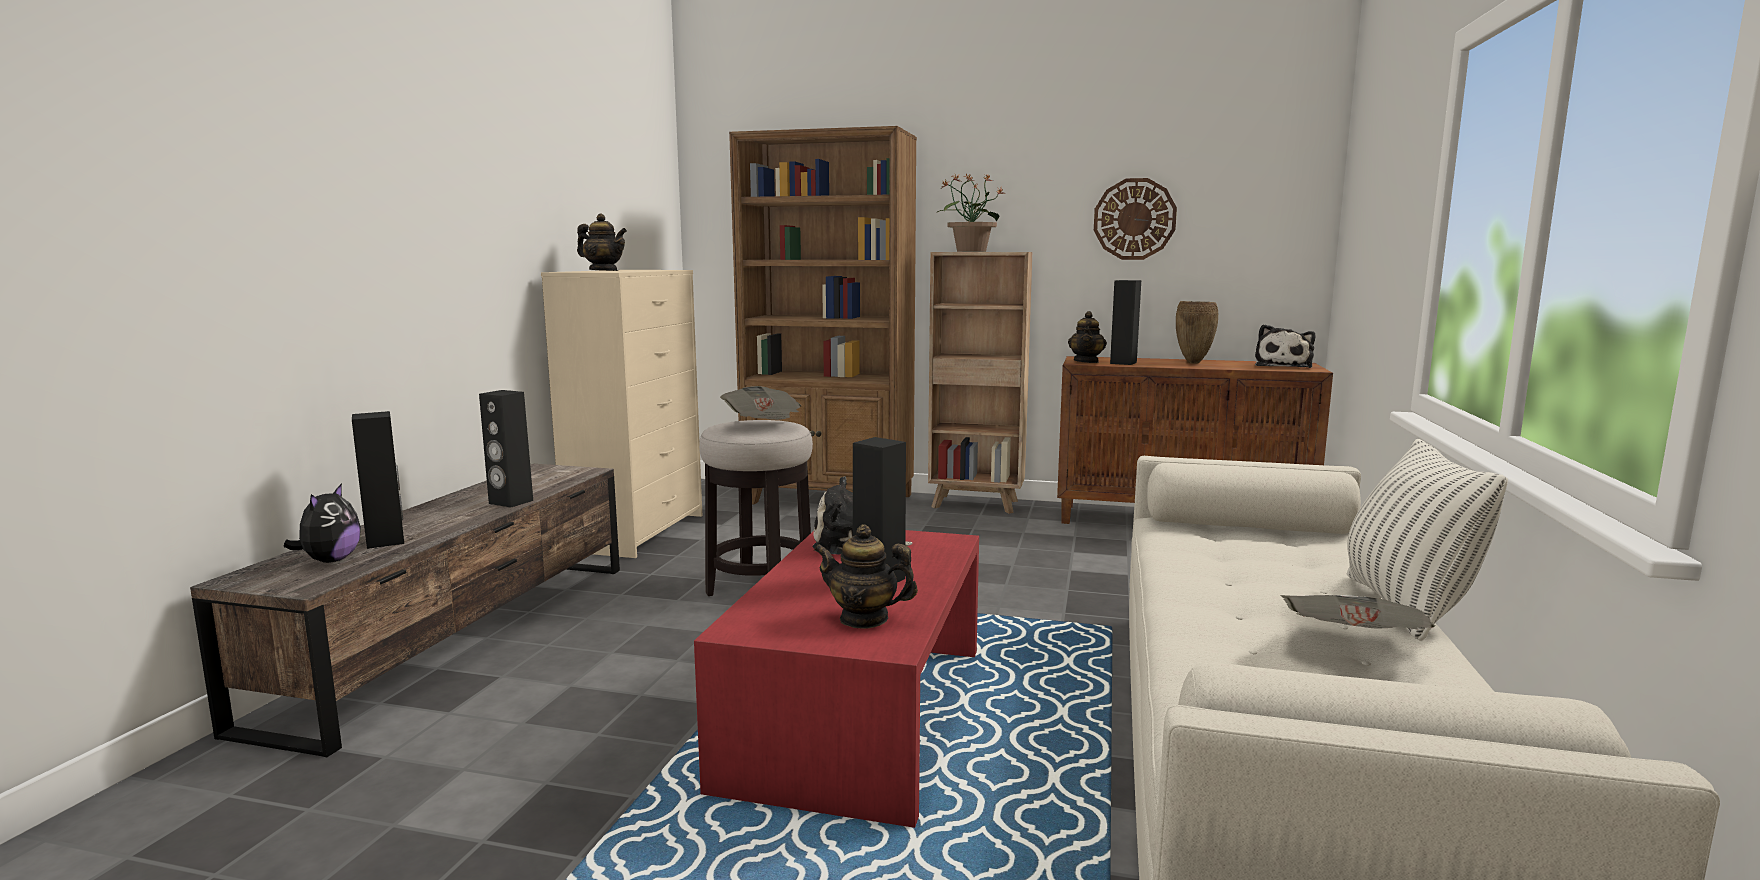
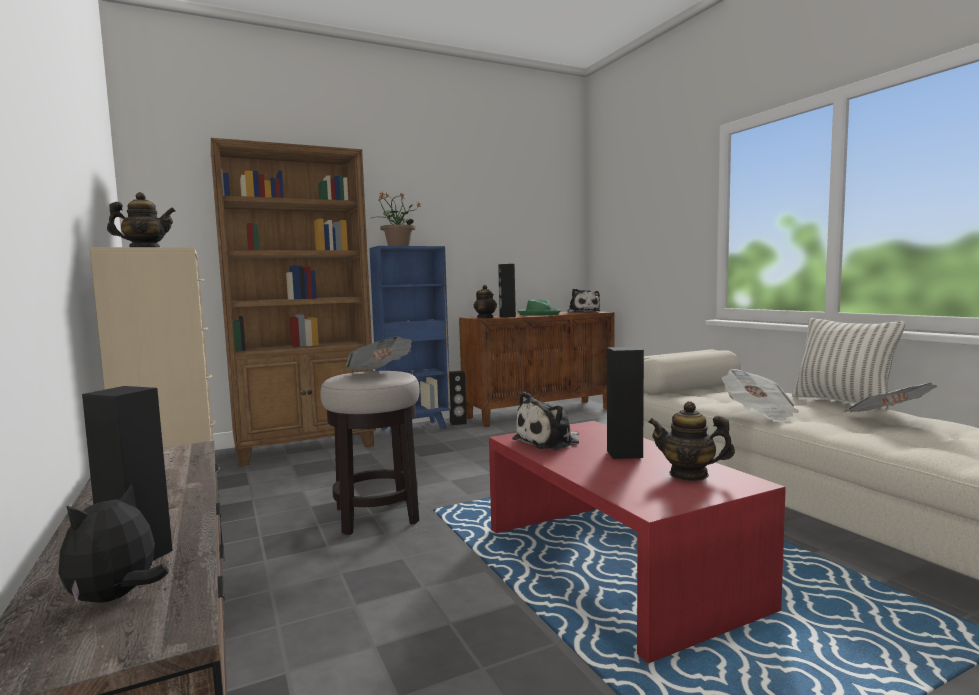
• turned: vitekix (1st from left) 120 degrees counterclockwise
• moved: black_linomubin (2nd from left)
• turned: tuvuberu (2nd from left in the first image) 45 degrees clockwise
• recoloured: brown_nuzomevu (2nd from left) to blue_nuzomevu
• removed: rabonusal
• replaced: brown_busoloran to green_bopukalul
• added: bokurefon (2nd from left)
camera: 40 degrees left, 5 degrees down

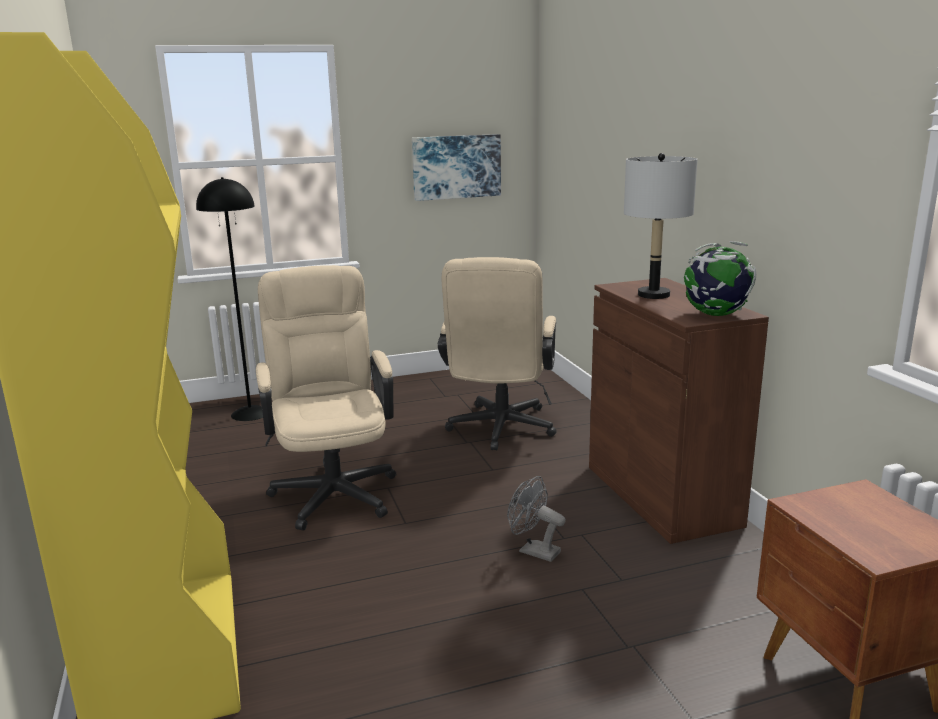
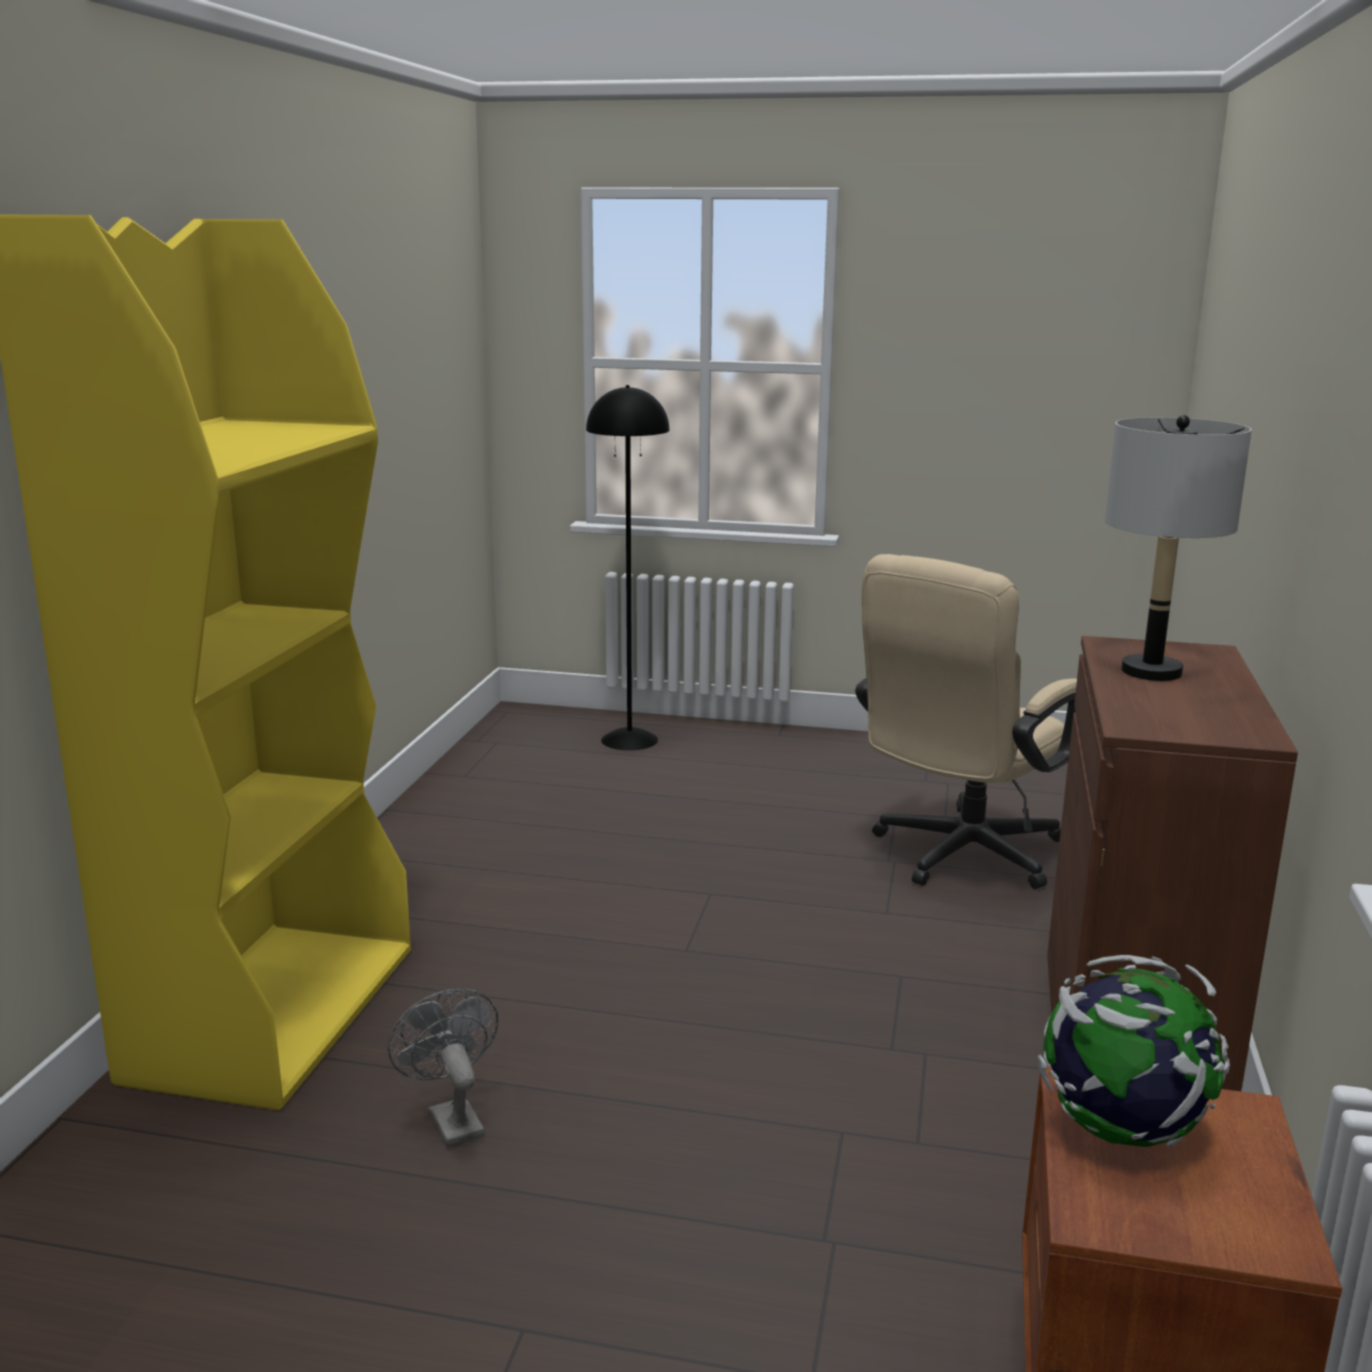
• removed: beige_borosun (1st from left)
• removed: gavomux
• moved: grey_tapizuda
• moved: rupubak
camera: 30 degrees right, 0 degrees up

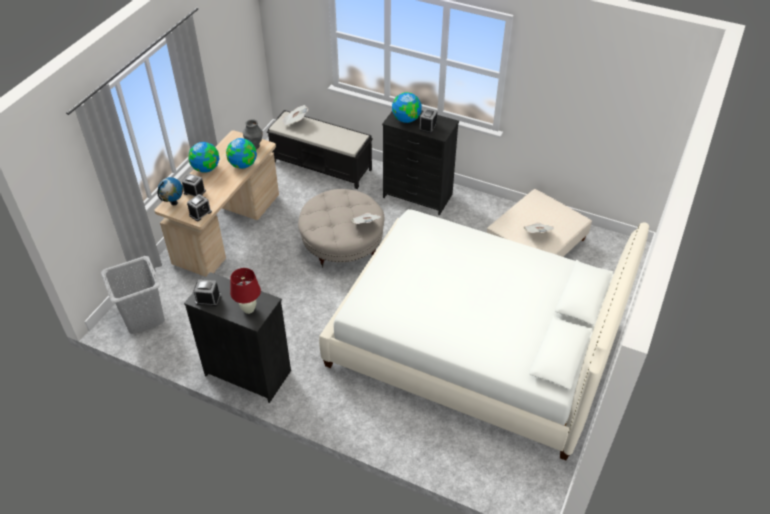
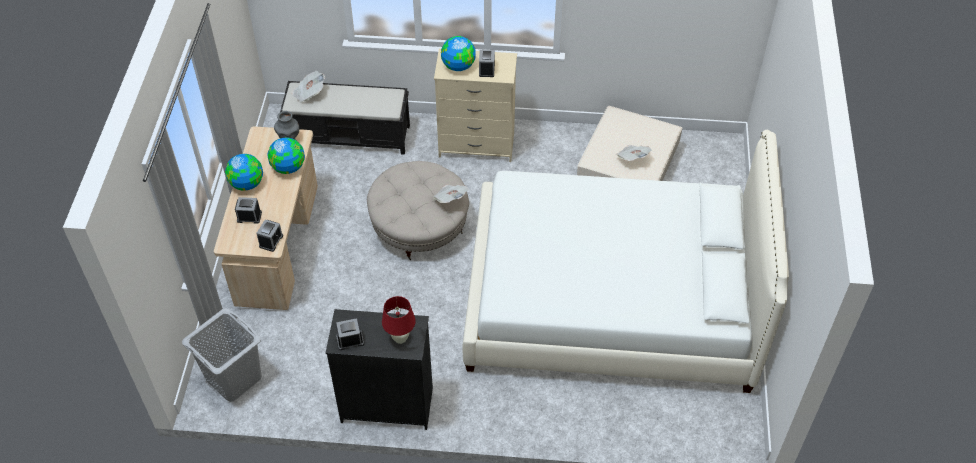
• removed: rupubak (1st from left)
• recoloured: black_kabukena (2nd from left) to beige_kabukena
camera: 20 degrees left, 5 degrees up

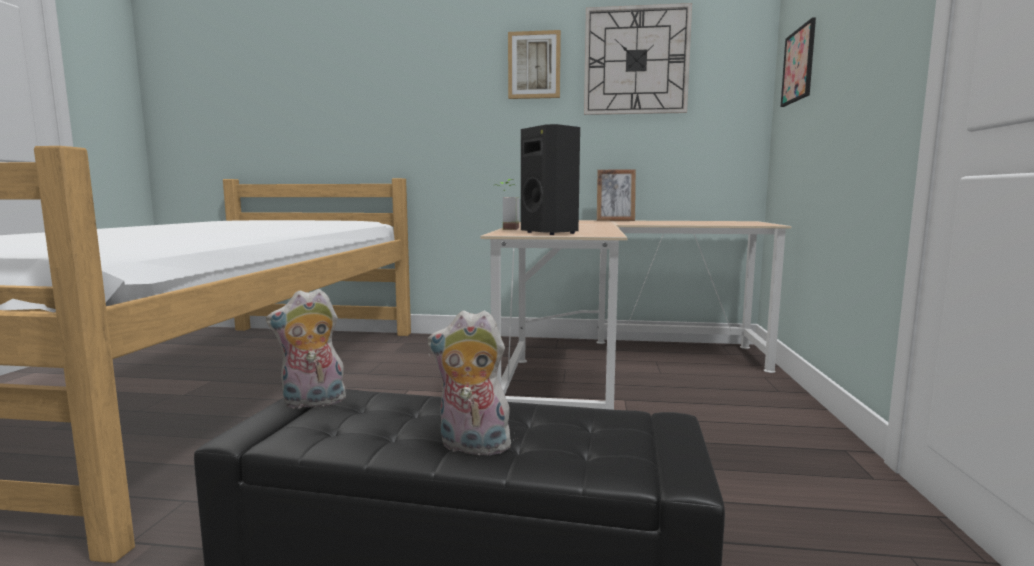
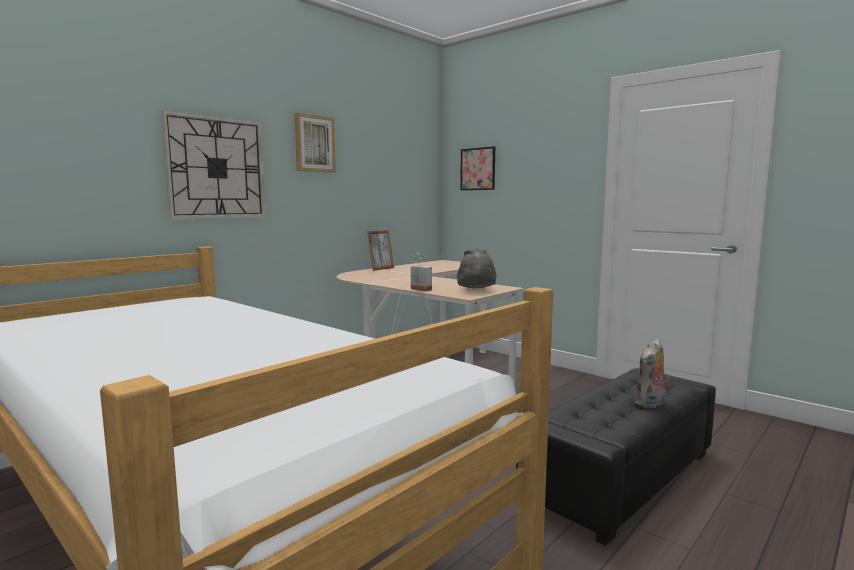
• removed: vitekix (1st from left)
• replaced: black_linomubin to grey_bopukalul
• moved: rabonusal
camera: 55 degrees left, 0 degrees up

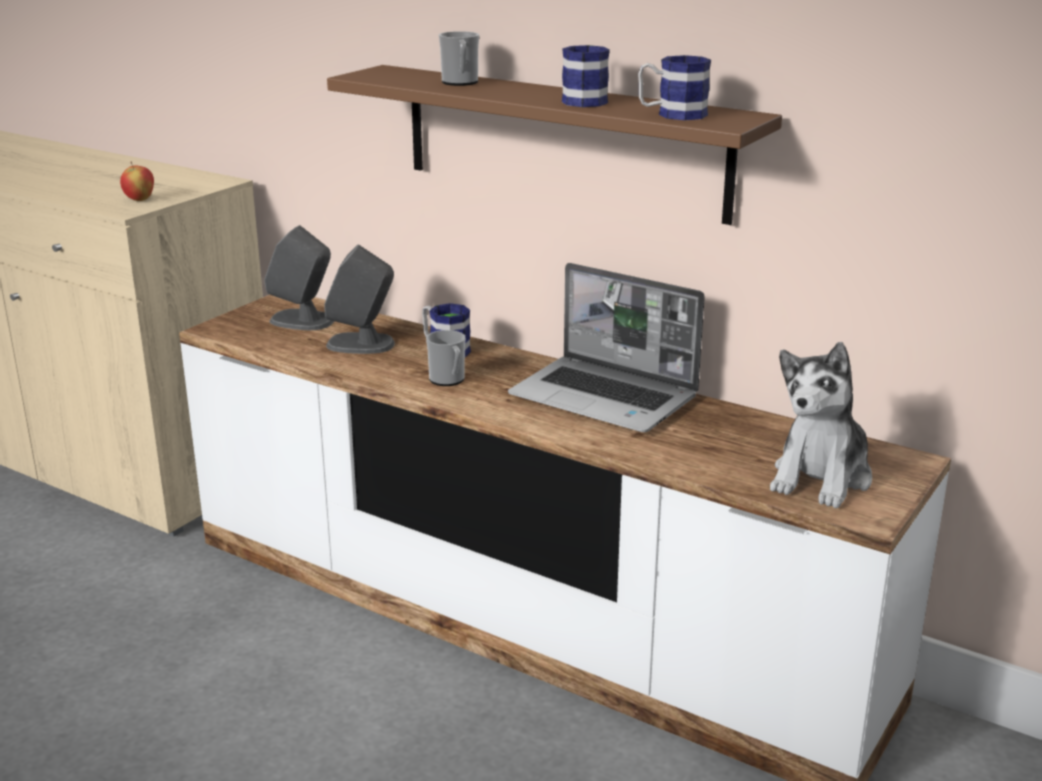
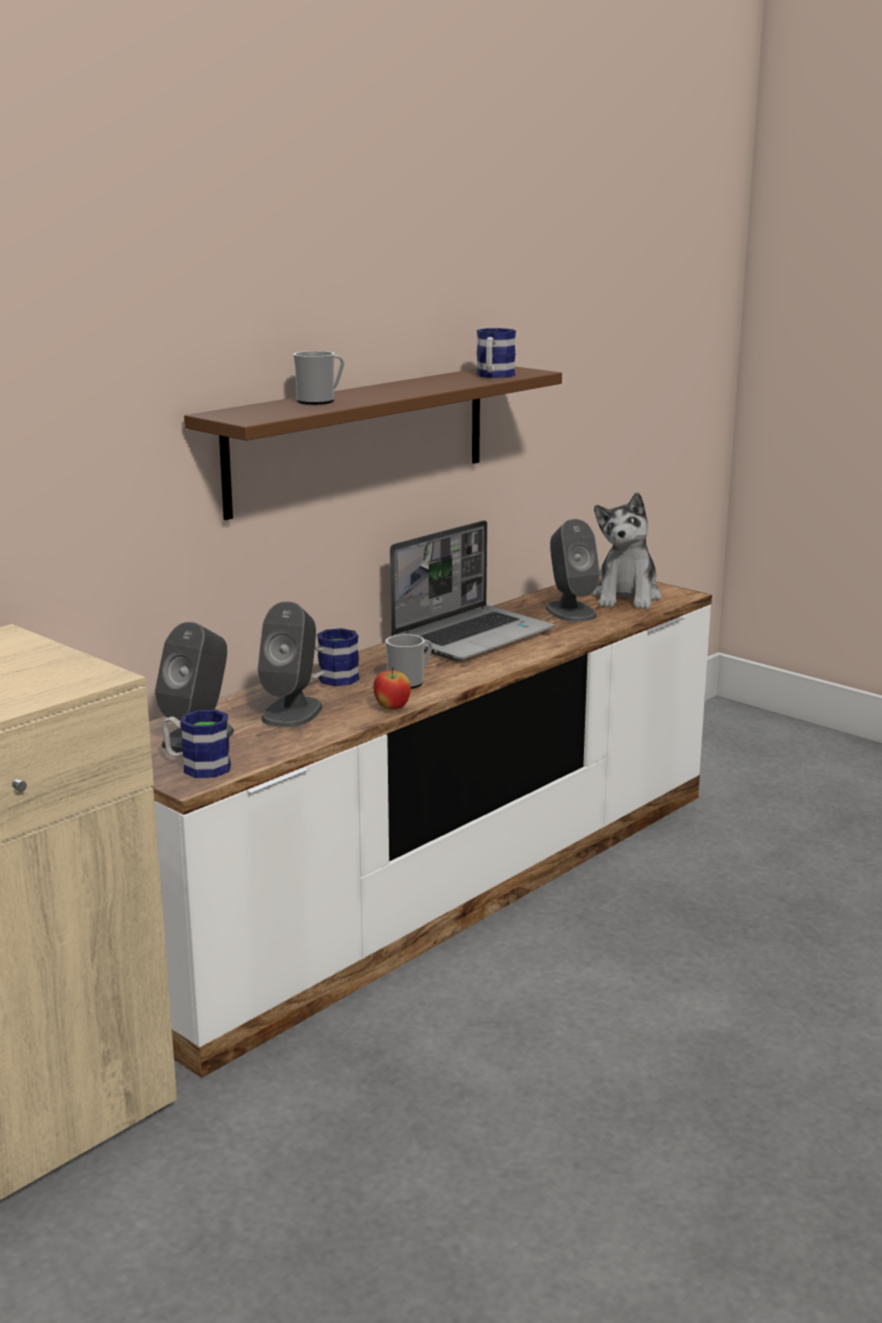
• moved: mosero
• moved: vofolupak (4th from left in the first image) to vofolupak (1st from left)
• turned: vitekix 60 degrees clockwise
• added: grey_linomubin (3rd from left)
camera: 80 degrees left, 5 degrees down

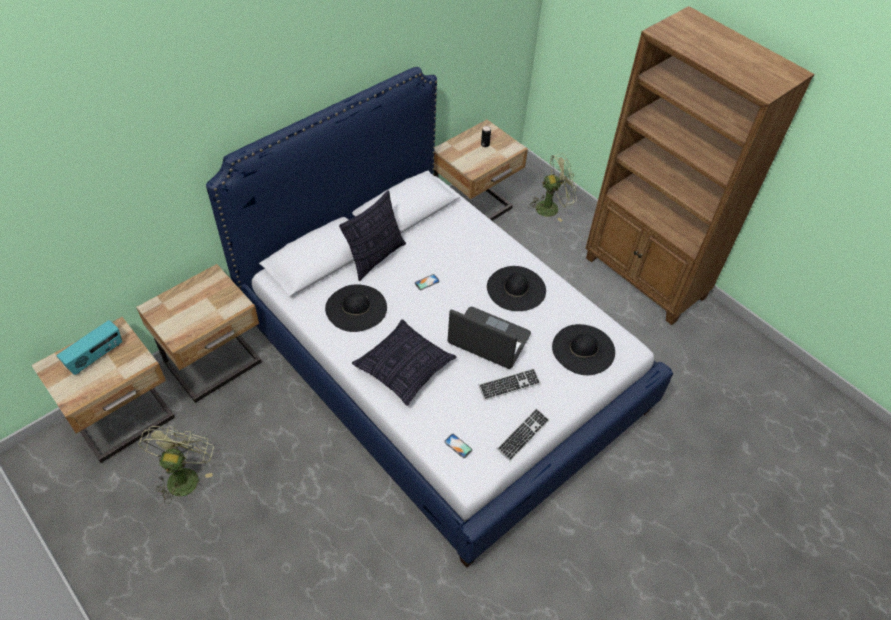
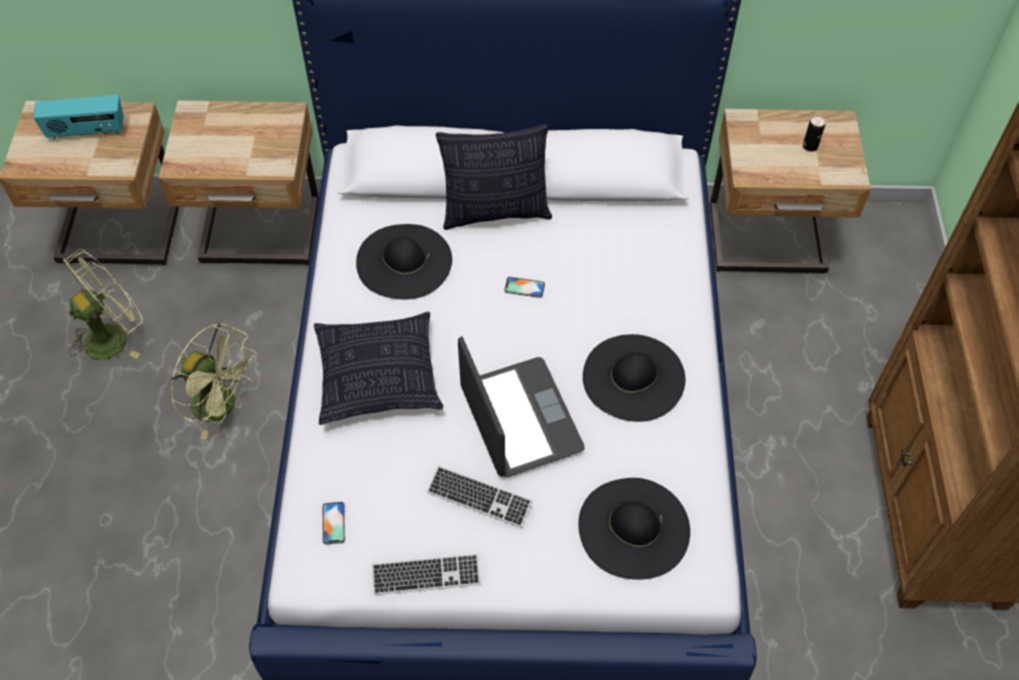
• moved: green_tapizuda (2nd from left)
camera: 45 degrees right, 5 degrees up

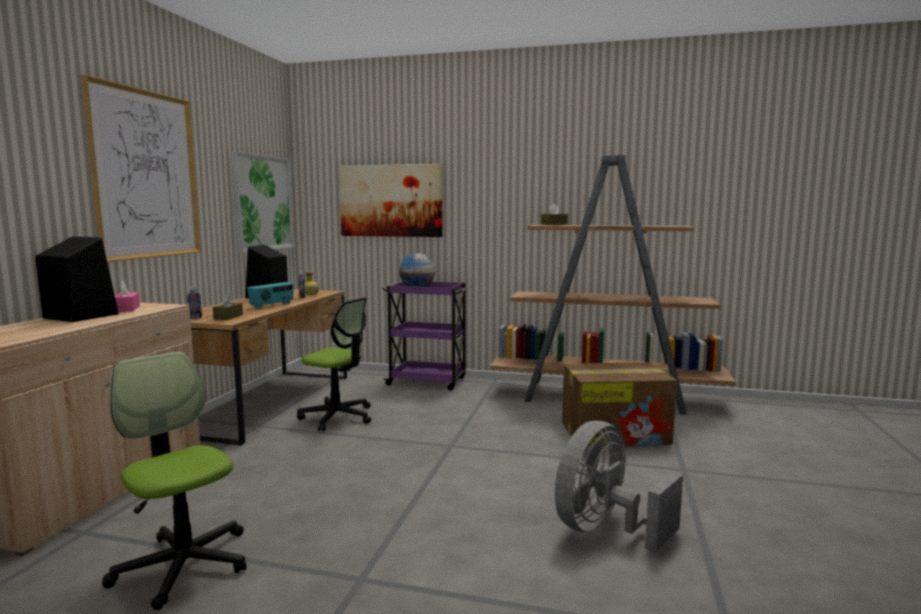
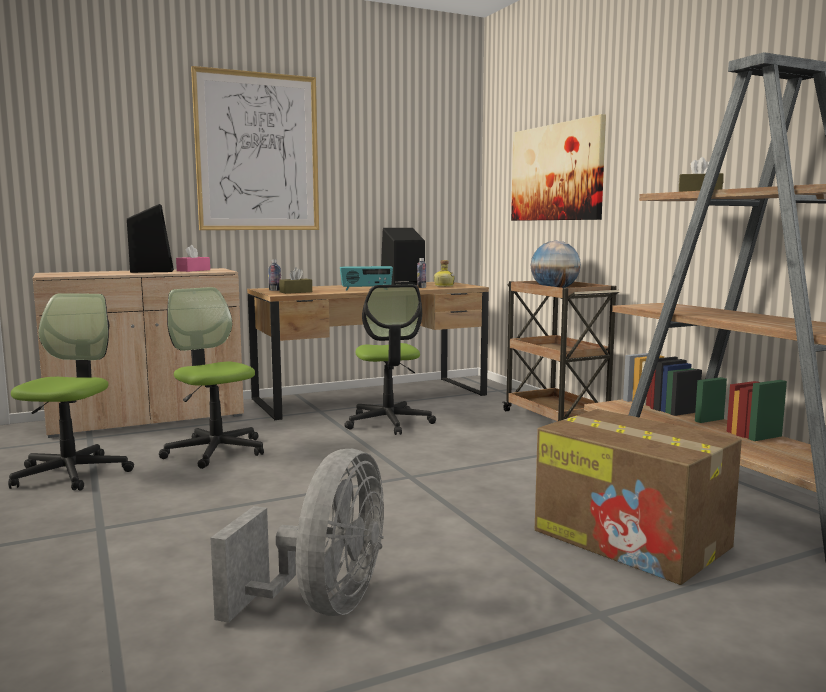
• removed: gavomux (2nd from left)
• recoloured: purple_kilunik to brown_kilunik
• turned: grey_tapizuda 105 degrees clockwise
• added: borosun (2nd from left)
camera: 50 degrees right, 0 degrees up

